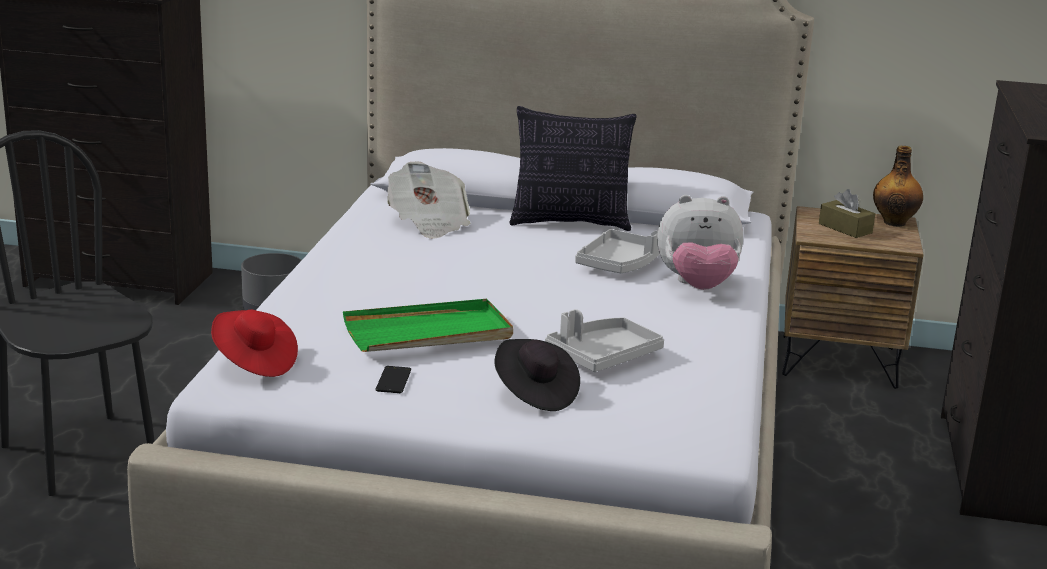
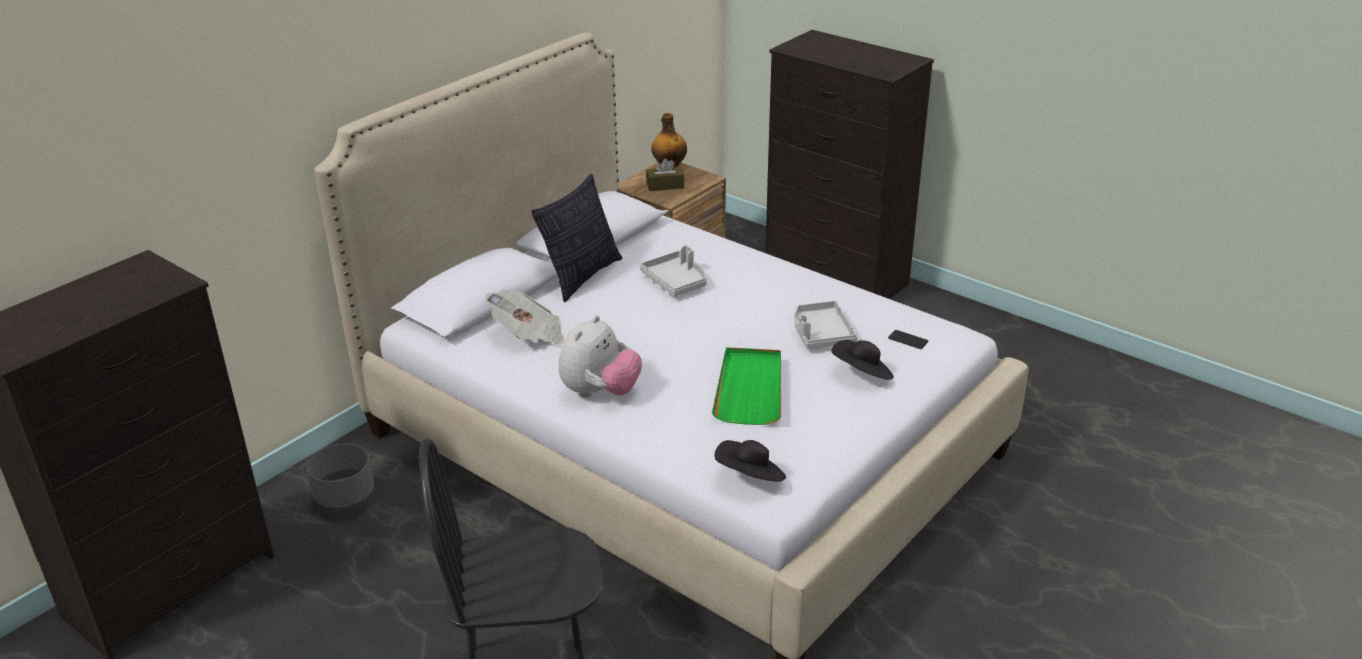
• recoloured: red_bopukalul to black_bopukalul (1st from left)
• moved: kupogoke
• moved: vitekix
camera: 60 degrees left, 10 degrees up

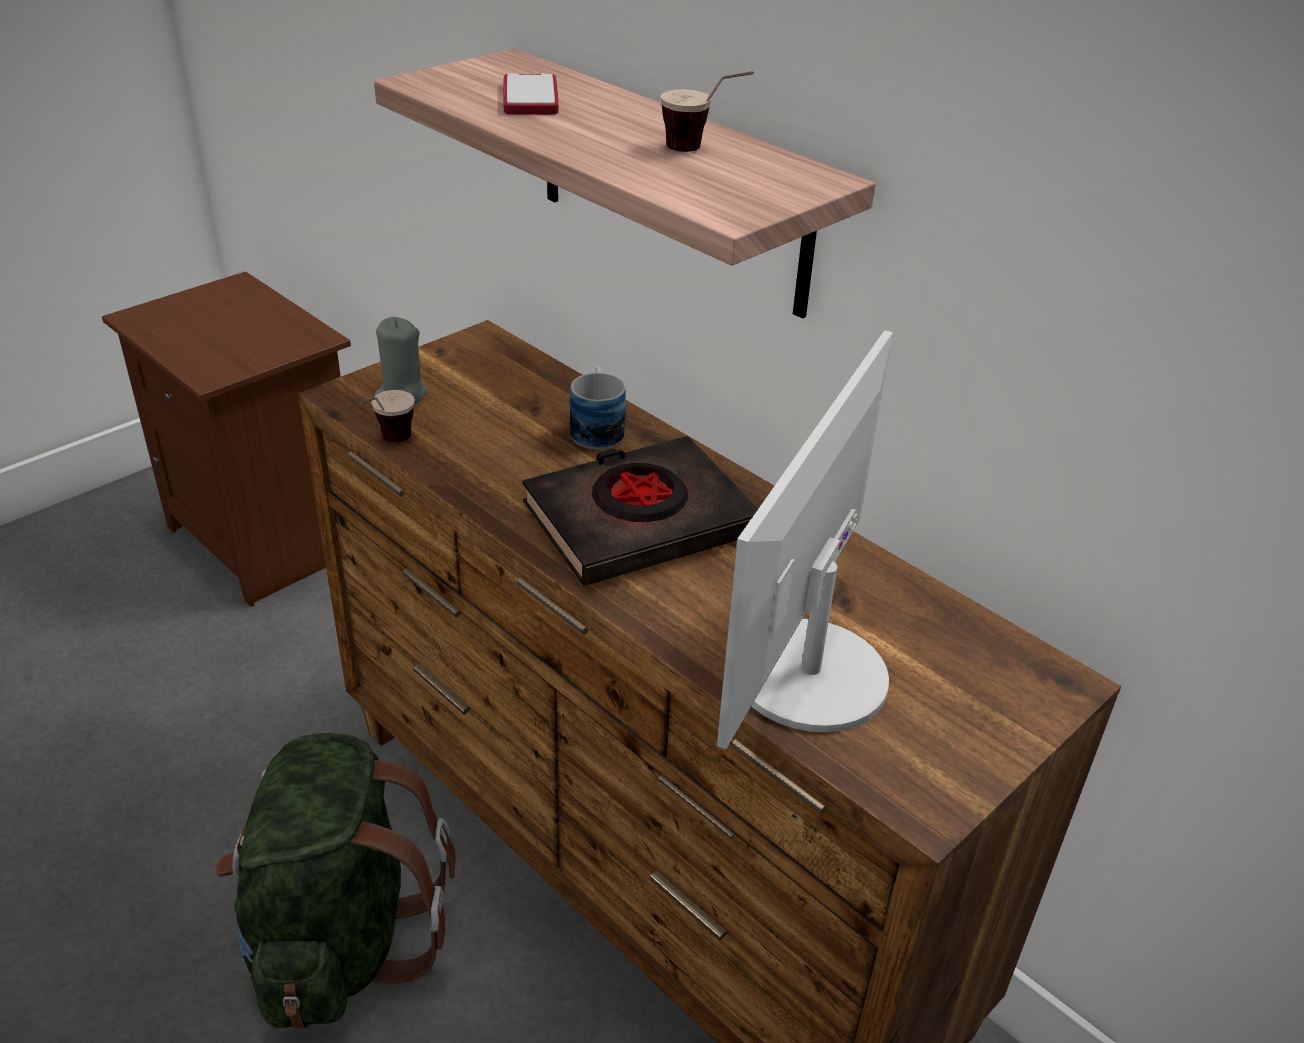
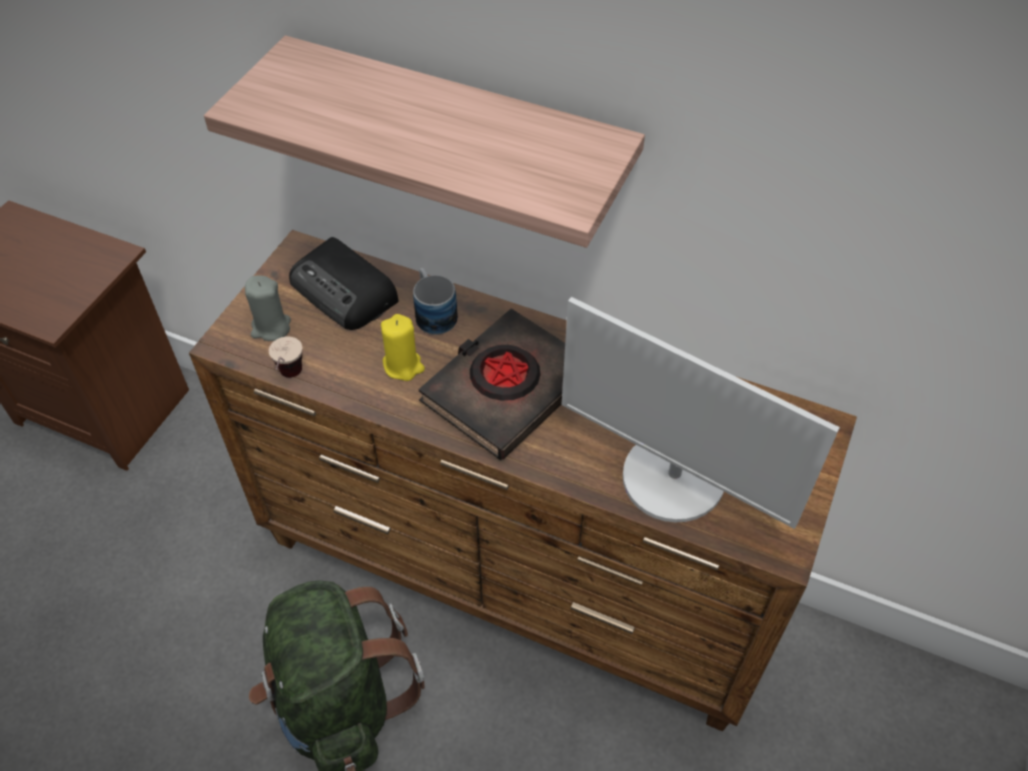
• removed: kupogoke
• removed: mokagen (2nd from left)
• turned: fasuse 60 degrees counterclockwise
• added: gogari
• added: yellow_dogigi
camera: 20 degrees left, 15 degrees up

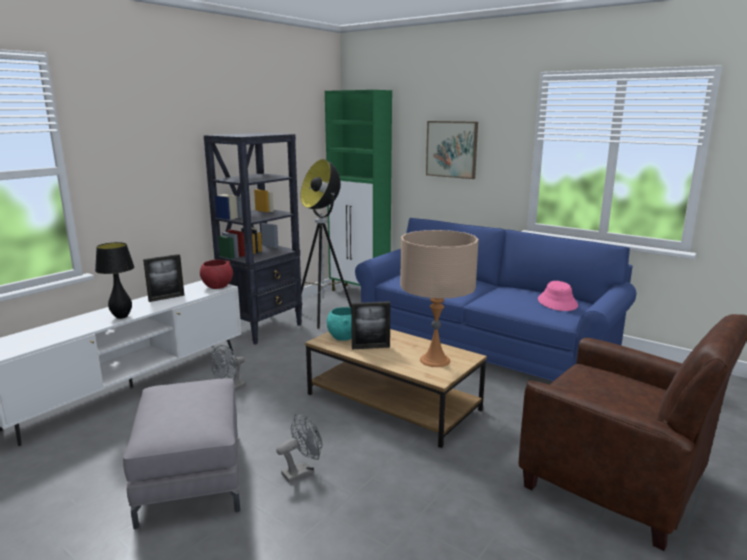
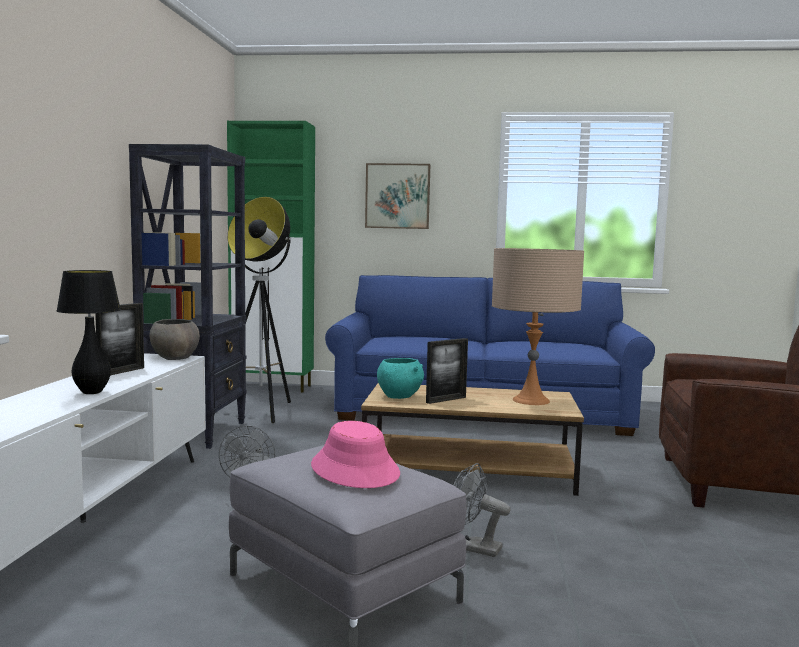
• recoloured: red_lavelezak to grey_lavelezak
• turned: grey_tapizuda (2nd from left) 90 degrees counterclockwise
• moved: pink_bopukalul
camera: 30 degrees left, 10 degrees down

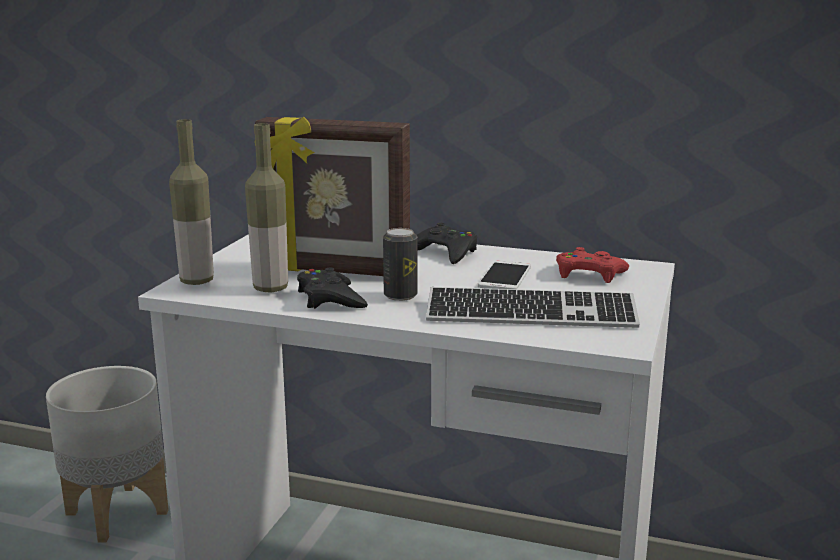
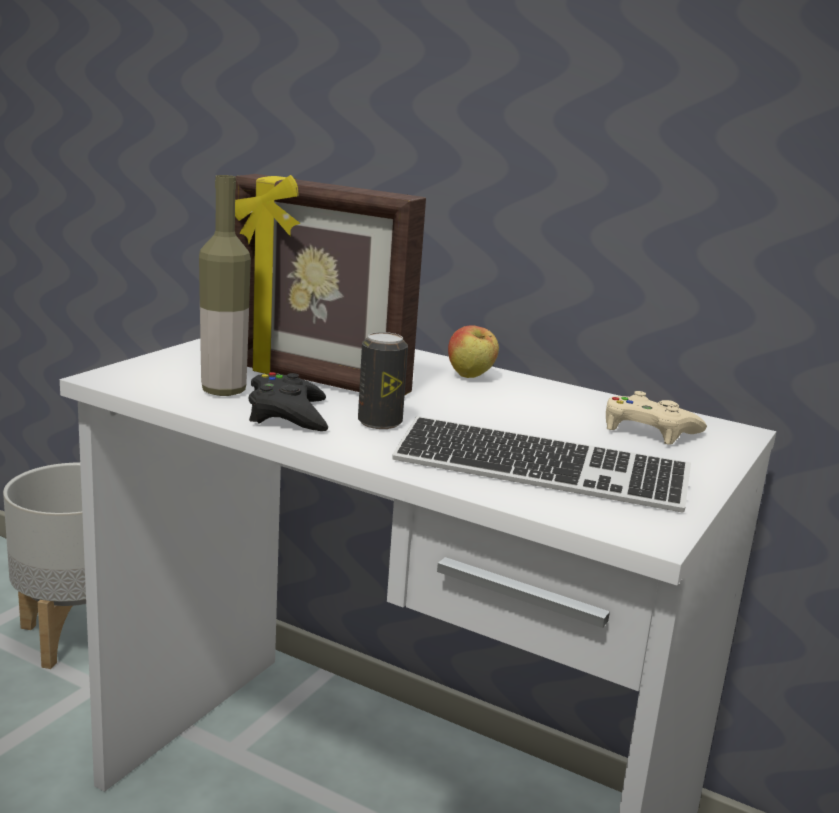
• removed: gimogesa (1st from left)
• replaced: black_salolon (2nd from left) to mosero
• removed: kupogoke
• recoloured: red_salolon to beige_salolon
camera: 10 degrees right, 0 degrees up

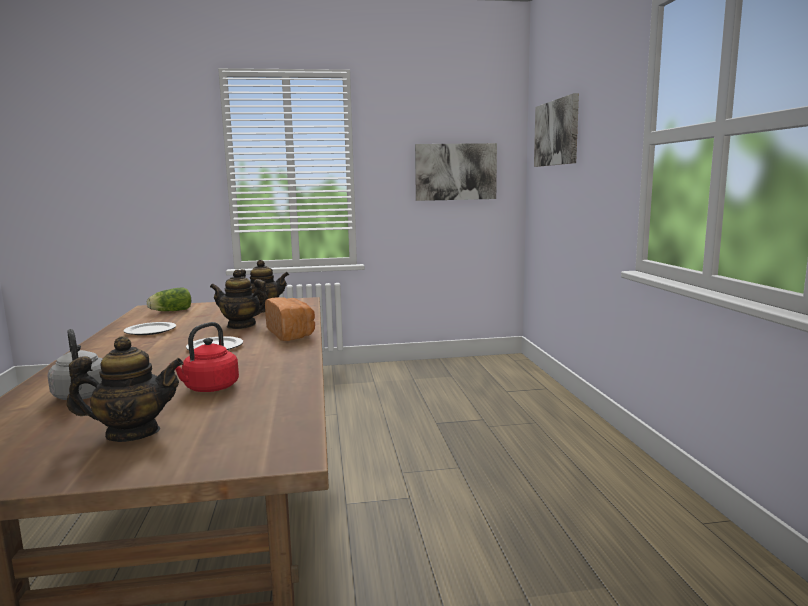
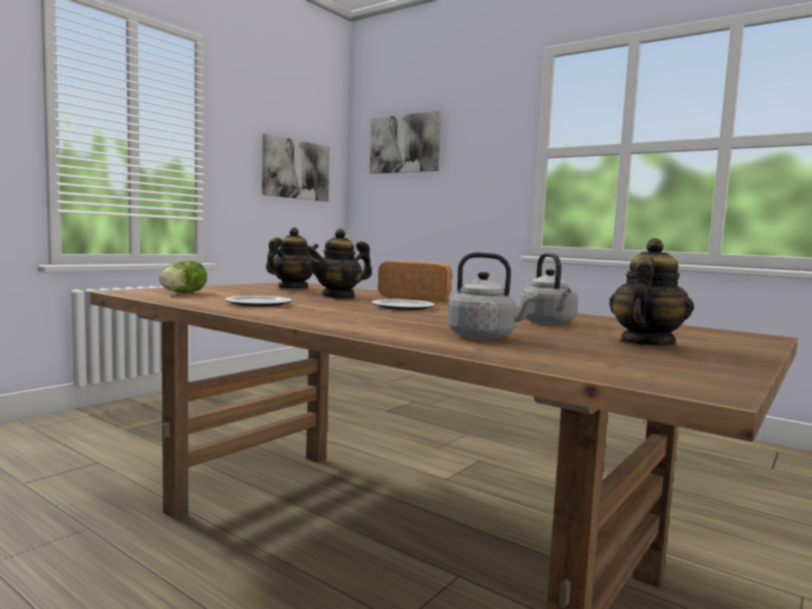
• recoloured: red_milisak to grey_milisak (2nd from left)
camera: 45 degrees left, 5 degrees down

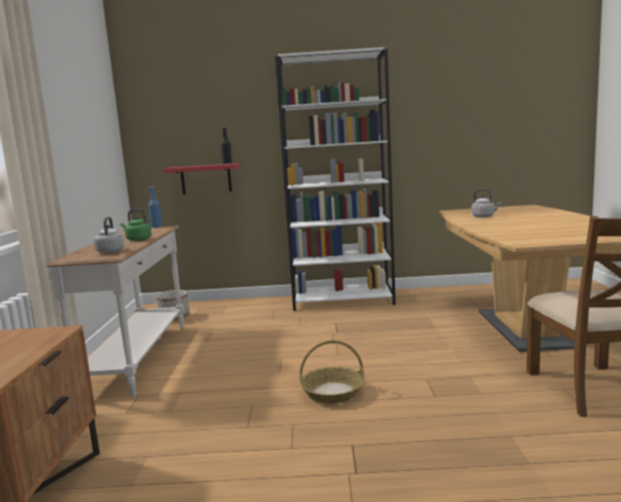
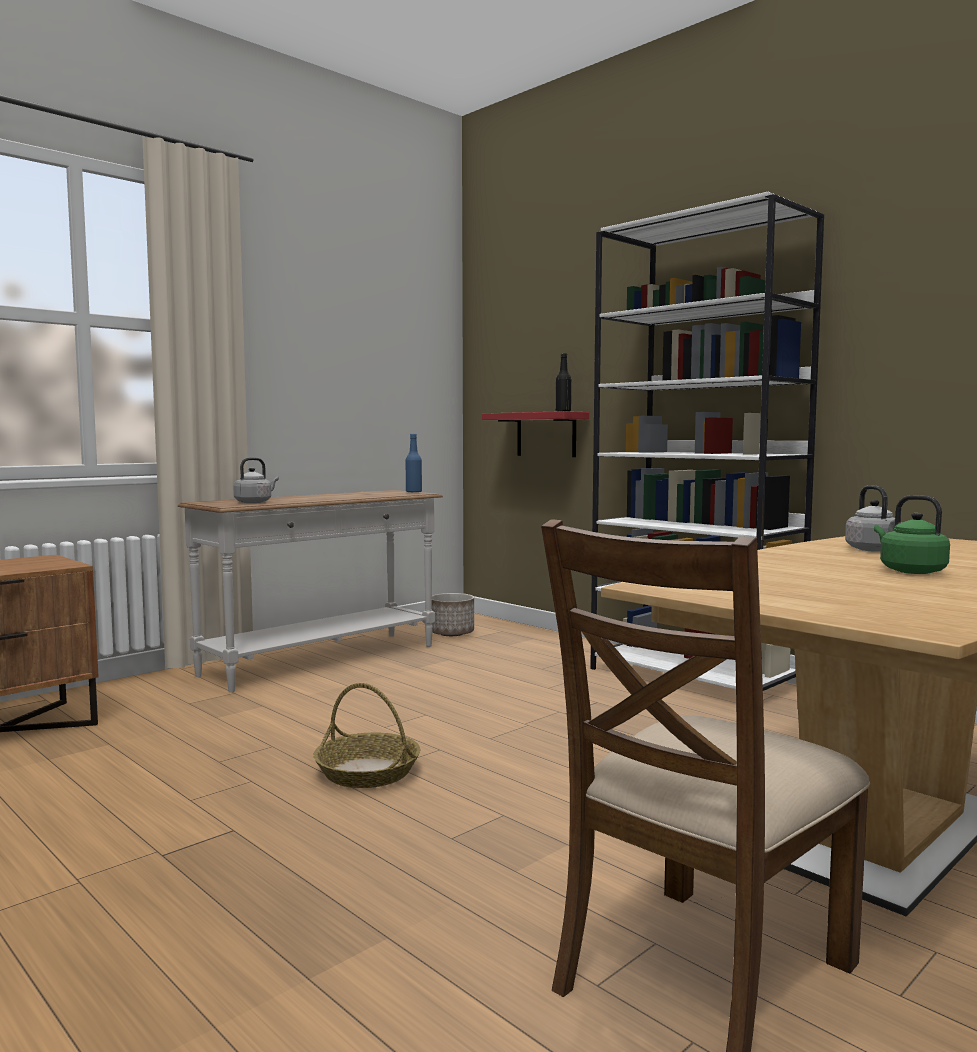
• moved: green_milisak
camera: 45 degrees right, 5 degrees down

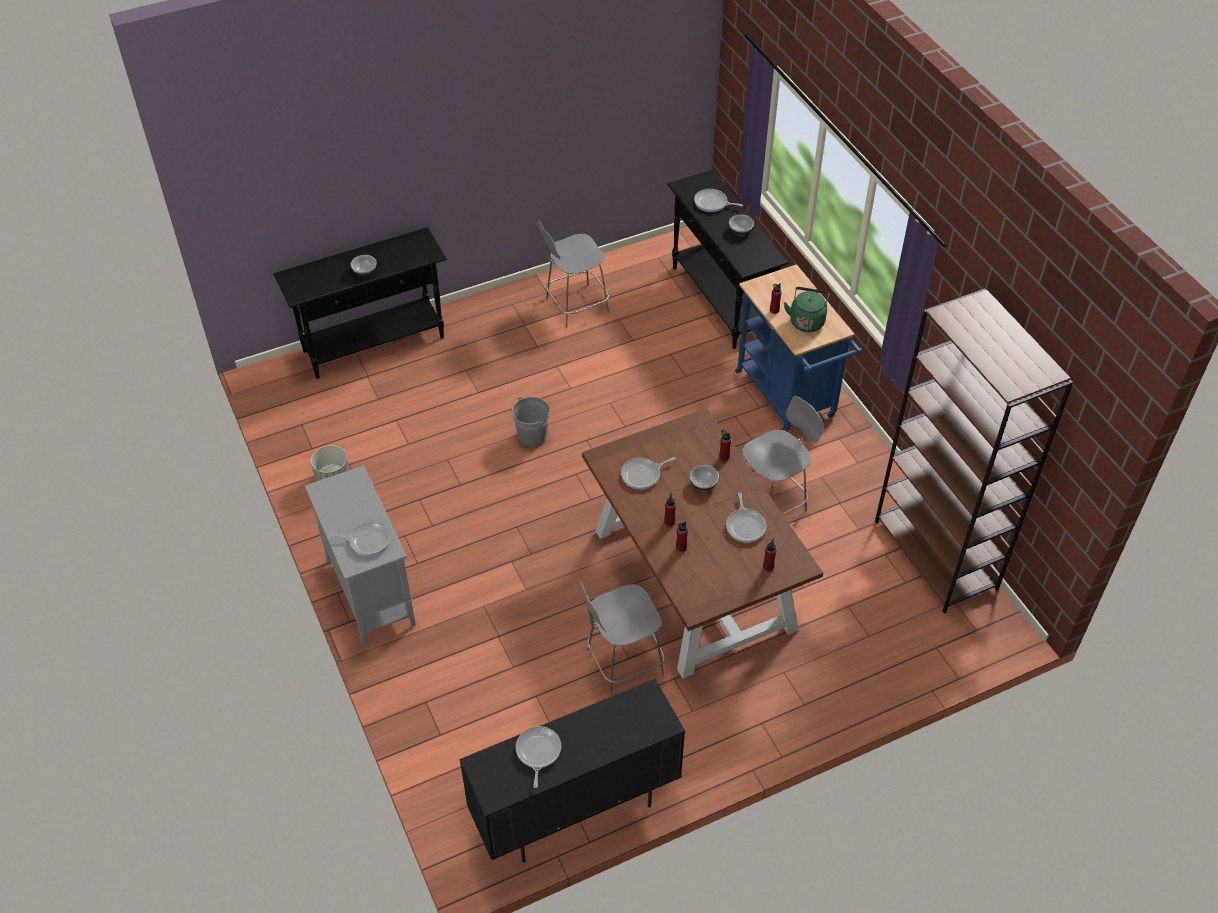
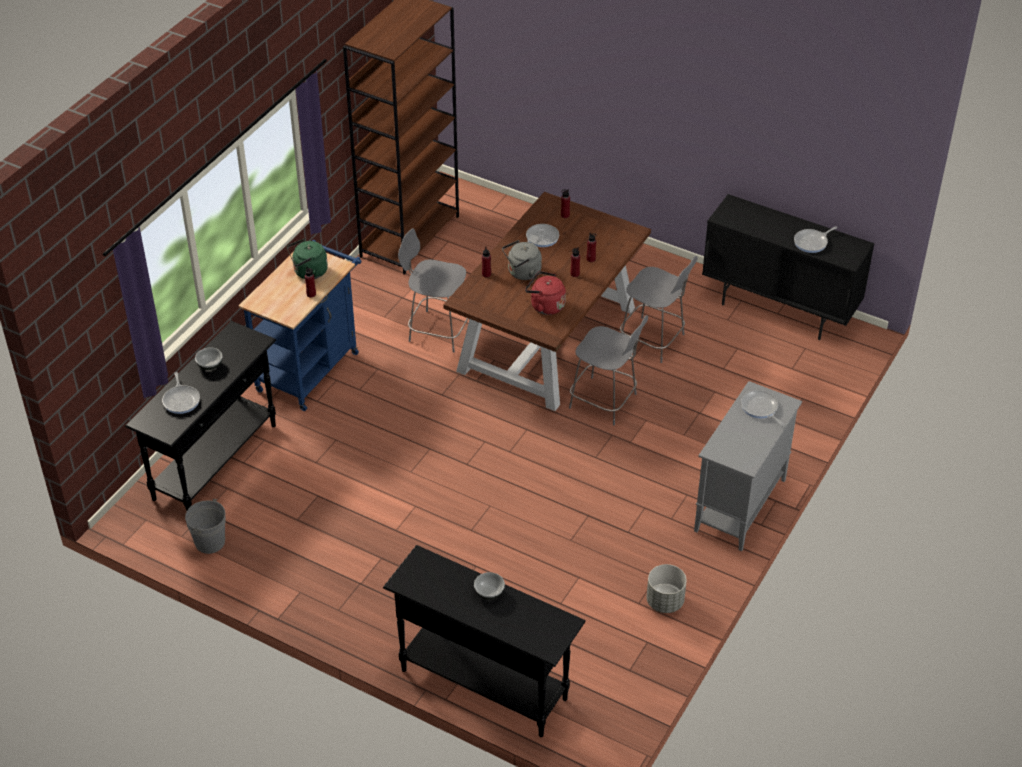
• moved: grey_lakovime
• moved: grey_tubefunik (1st from left in the first image) to grey_tubefunik (2nd from left)
• replaced: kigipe (3rd from left) to red_milisak
• replaced: lavelezak (2nd from left) to grey_milisak
camera: 125 degrees left, 5 degrees down

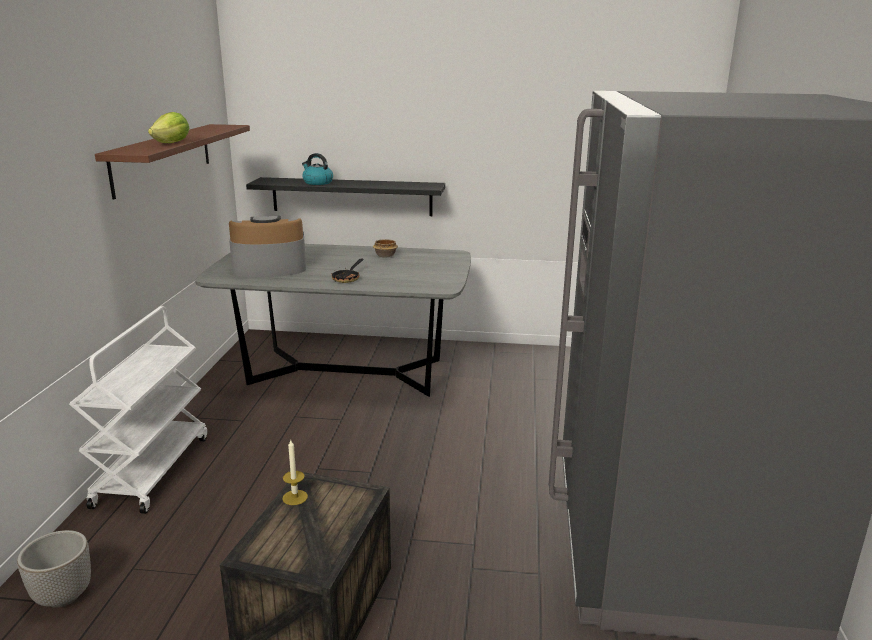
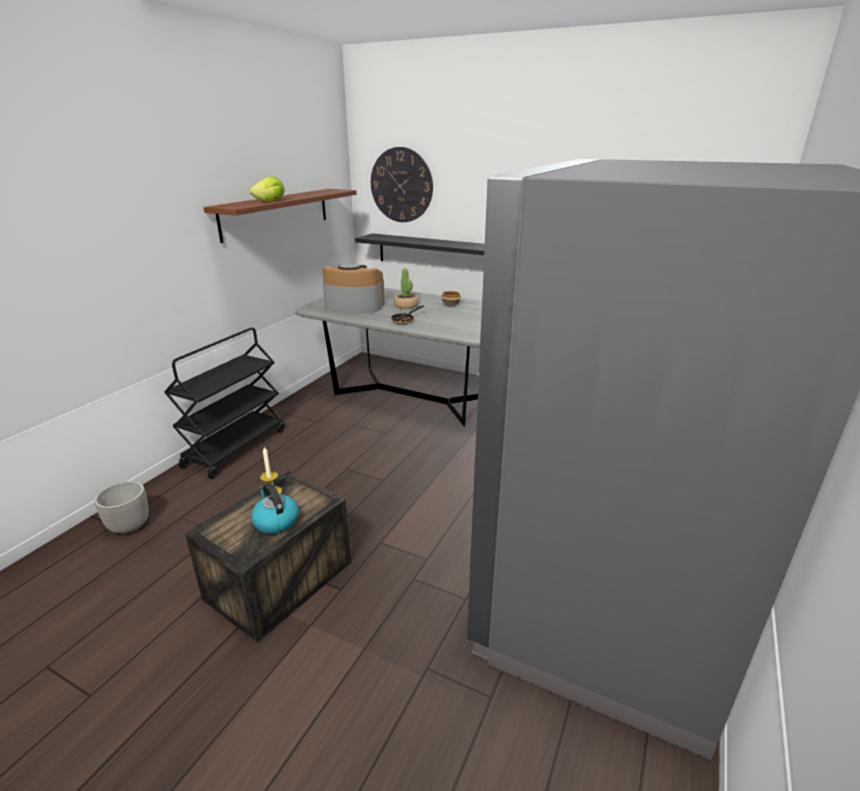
• recoloured: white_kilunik to black_kilunik
• moved: milisak
• added: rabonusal
• added: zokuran
camera: 20 degrees right, 5 degrees up

